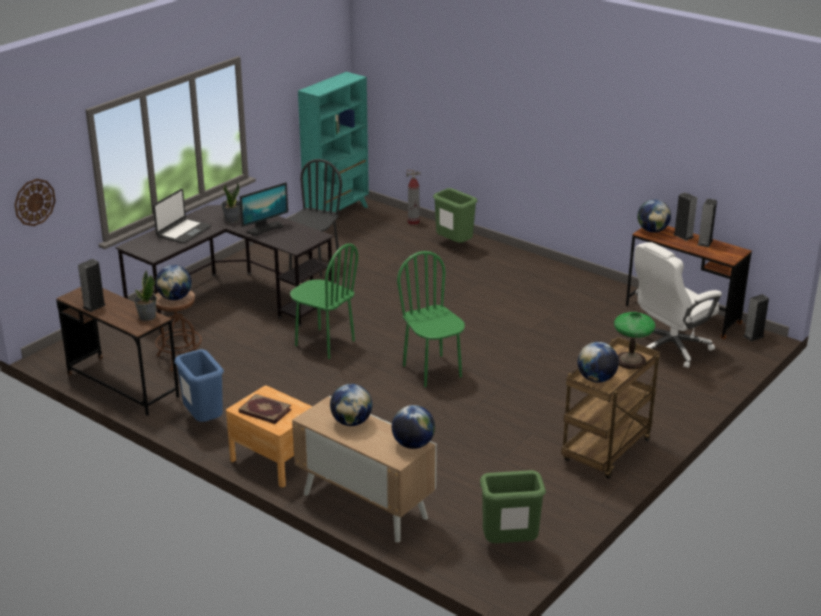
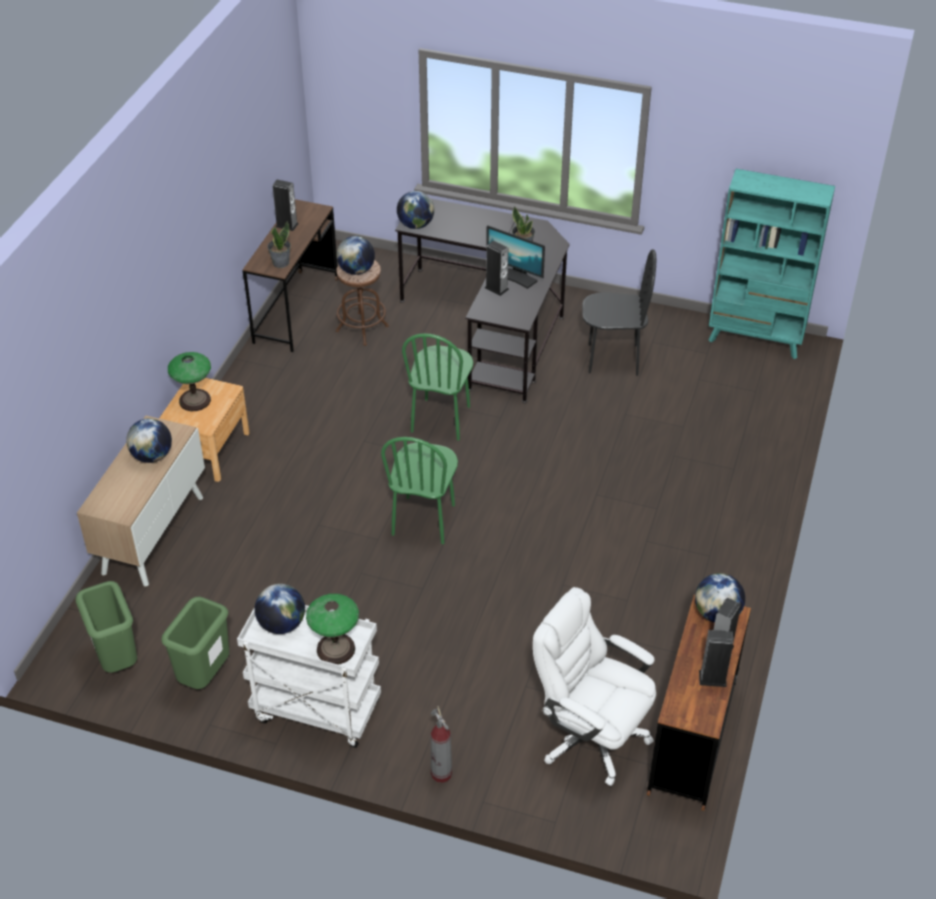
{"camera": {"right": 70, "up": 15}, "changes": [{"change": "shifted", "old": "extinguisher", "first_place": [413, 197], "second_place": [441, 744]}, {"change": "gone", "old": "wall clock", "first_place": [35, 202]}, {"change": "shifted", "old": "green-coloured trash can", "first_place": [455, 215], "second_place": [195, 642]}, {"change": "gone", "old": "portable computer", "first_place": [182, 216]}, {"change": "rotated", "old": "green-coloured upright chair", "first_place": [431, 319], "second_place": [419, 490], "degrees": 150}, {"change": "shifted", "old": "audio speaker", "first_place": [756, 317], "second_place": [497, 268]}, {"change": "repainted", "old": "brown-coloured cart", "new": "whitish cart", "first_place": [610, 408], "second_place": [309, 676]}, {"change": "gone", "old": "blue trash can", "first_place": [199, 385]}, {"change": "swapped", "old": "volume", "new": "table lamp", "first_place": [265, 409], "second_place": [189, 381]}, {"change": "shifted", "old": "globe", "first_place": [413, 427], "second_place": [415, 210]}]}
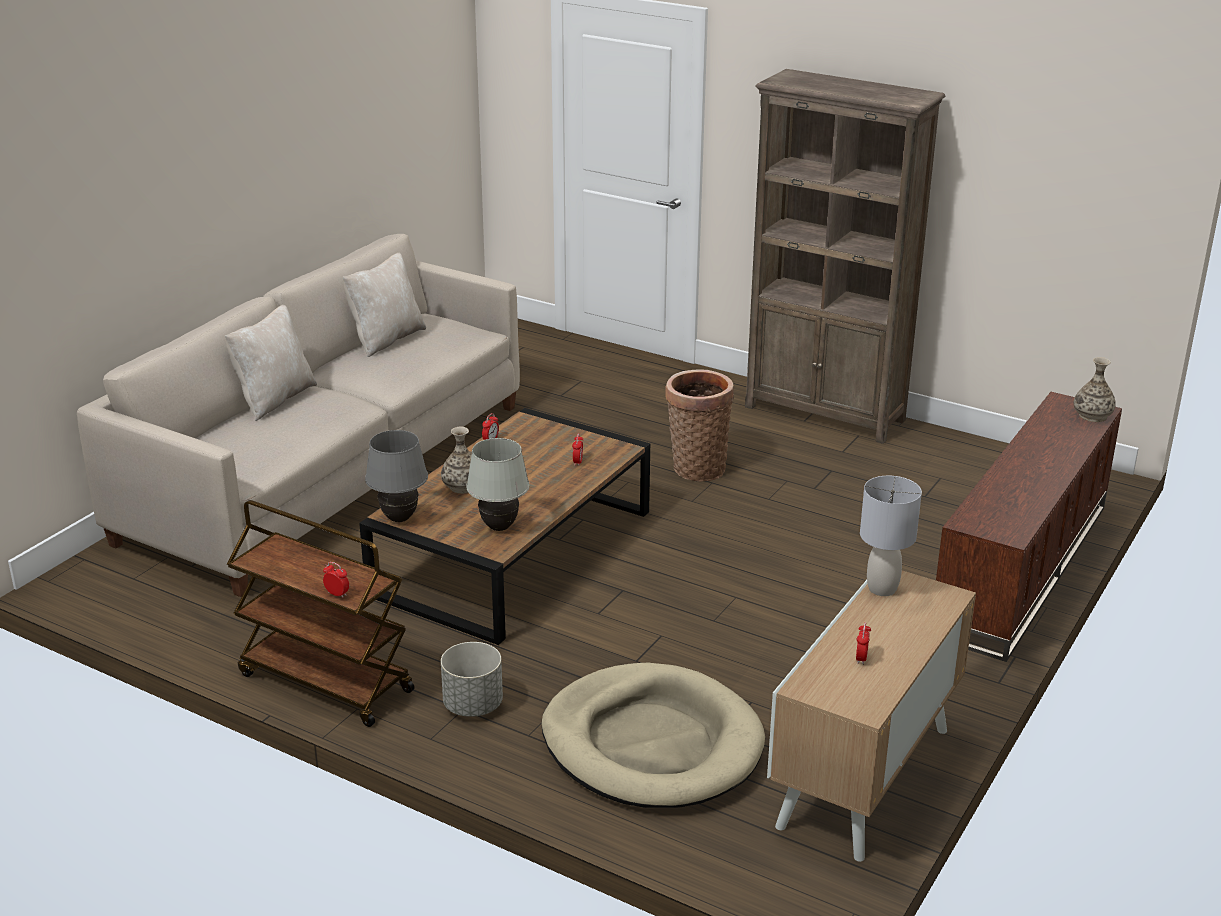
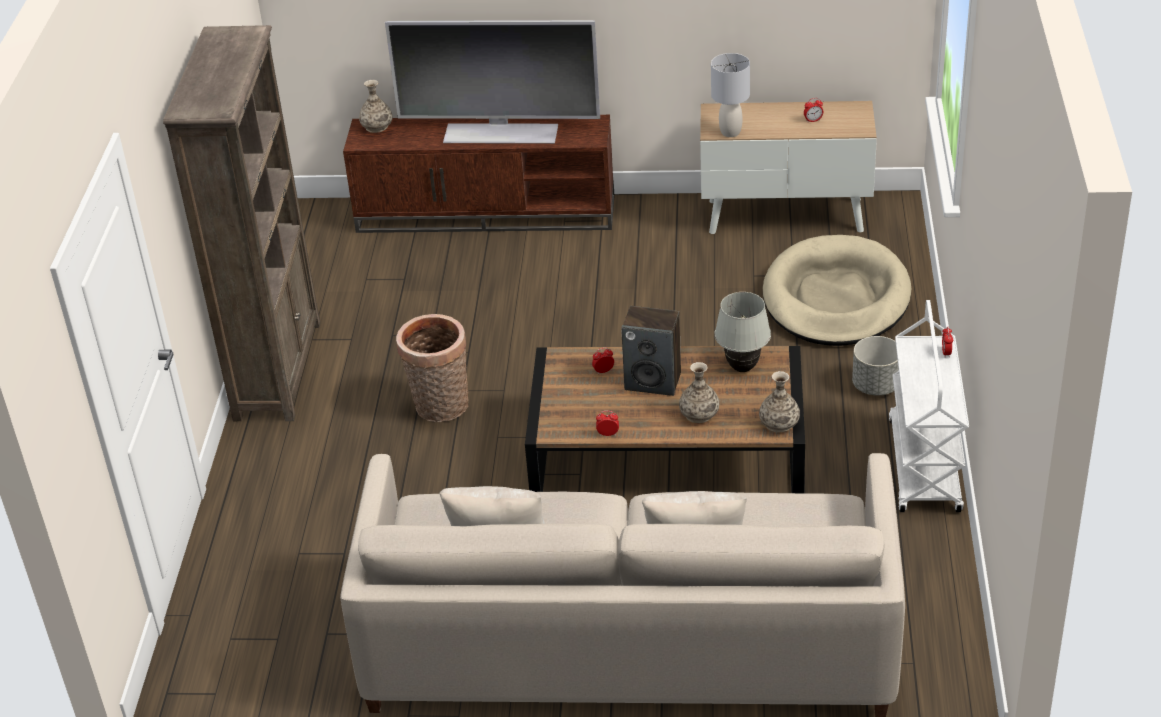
{"camera": {"right": -115, "up": 10}, "changes": [{"change": "swapped", "old": "greyish table lamp", "new": "flower vase", "first_place": [396, 476], "second_place": [779, 402]}, {"change": "repainted", "old": "brown-coloured cart", "new": "whitish cart", "first_place": [321, 613], "second_place": [929, 406]}, {"change": "new", "new": "TV", "second_place": [492, 82]}, {"change": "new", "new": "audio speaker", "second_place": [651, 351]}]}
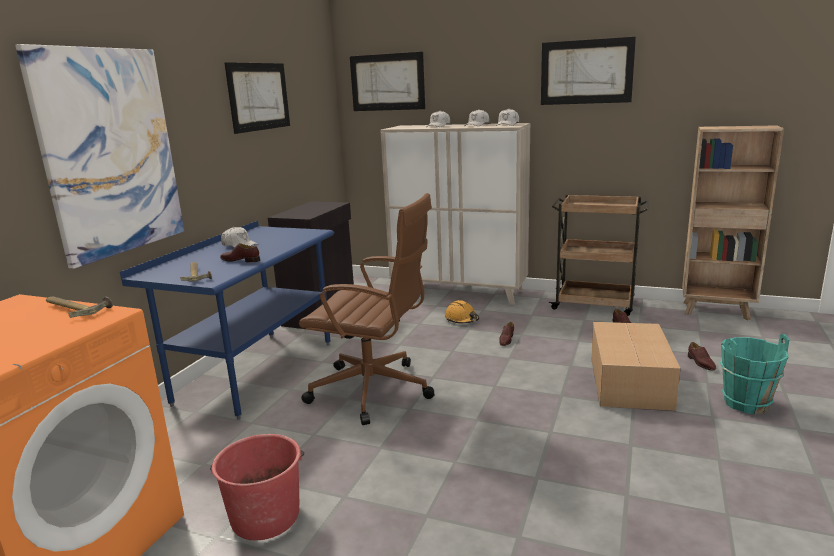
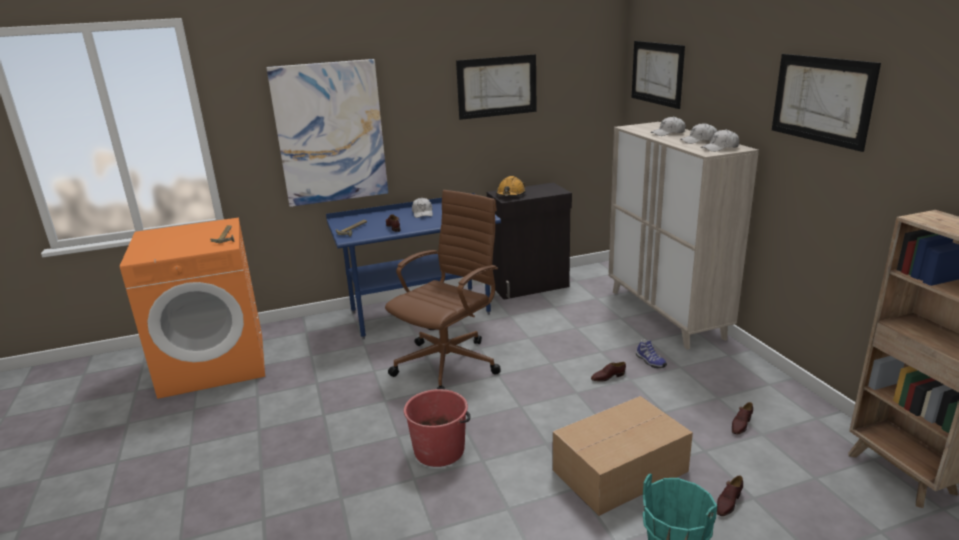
{"camera": {"right": 50, "up": 5}, "changes": [{"change": "rotated", "old": "brown-coloured computer chair", "first_place": [366, 309], "second_place": [443, 290], "degrees": -120}, {"change": "gone", "old": "brown-coloured cart", "first_place": [599, 255]}, {"change": "shifted", "old": "orangey work helmet", "first_place": [462, 312], "second_place": [511, 186]}, {"change": "shifted", "old": "red-coloured pail", "first_place": [257, 487], "second_place": [437, 428]}, {"change": "new", "new": "item of footwear", "second_place": [651, 353]}]}
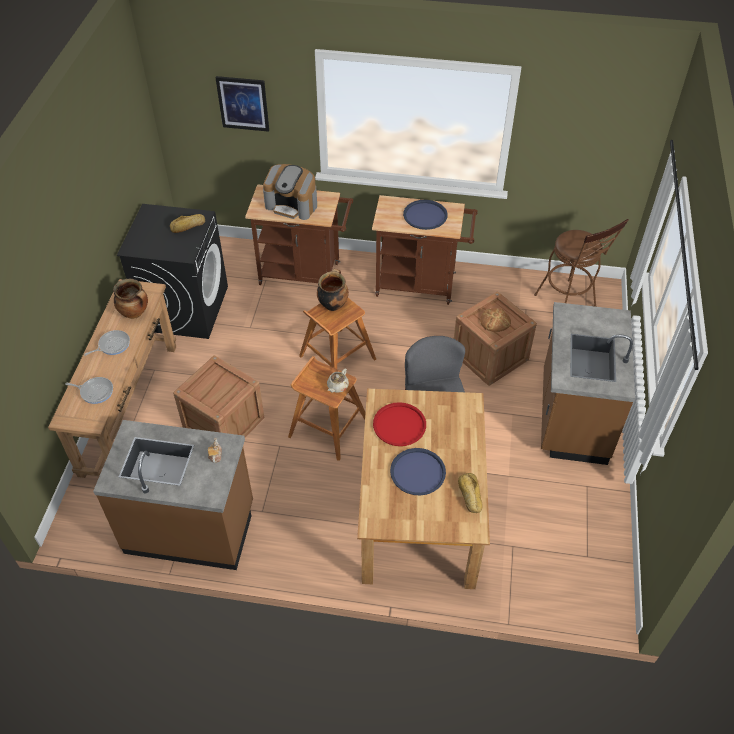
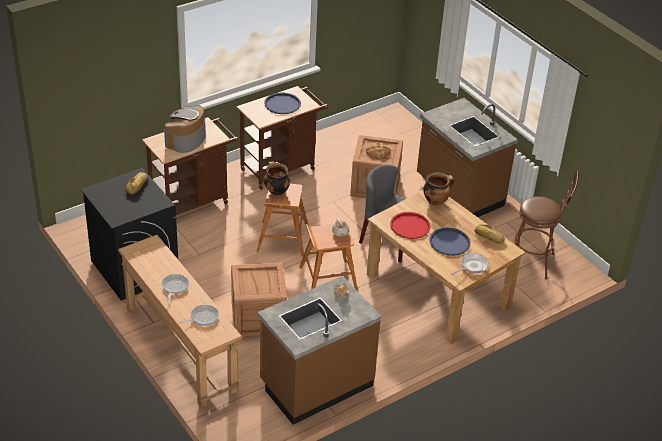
{"camera": {"right": -45, "up": -10}, "changes": [{"change": "gone", "old": "wall art", "first_place": [242, 104]}, {"change": "rotated", "old": "coffee brewer", "first_place": [290, 192], "second_place": [185, 129], "degrees": 135}, {"change": "shifted", "old": "brown-coloured stool seat", "first_place": [581, 263], "second_place": [547, 225]}, {"change": "shifted", "old": "stockpot", "first_place": [130, 299], "second_place": [438, 189]}, {"change": "new", "new": "skillet", "second_place": [470, 264]}]}
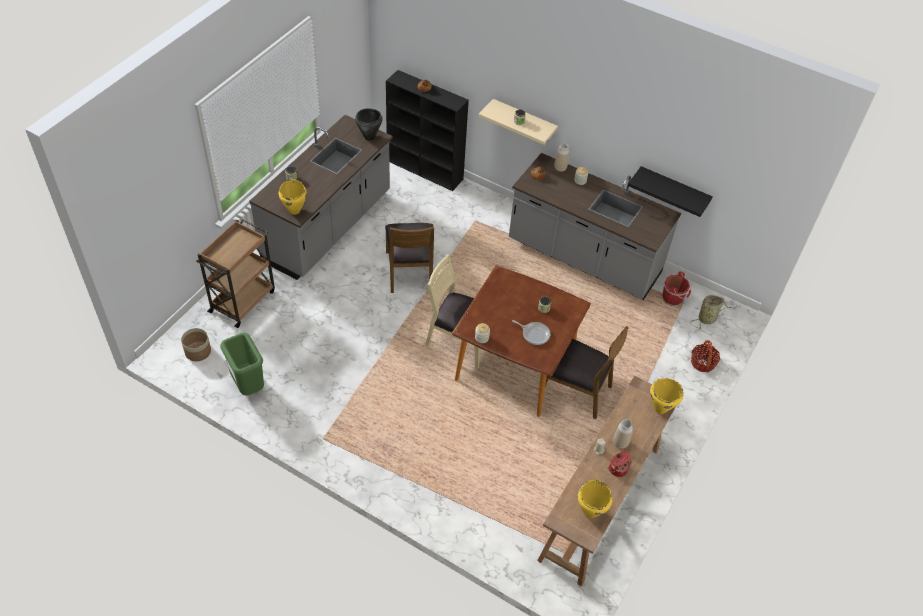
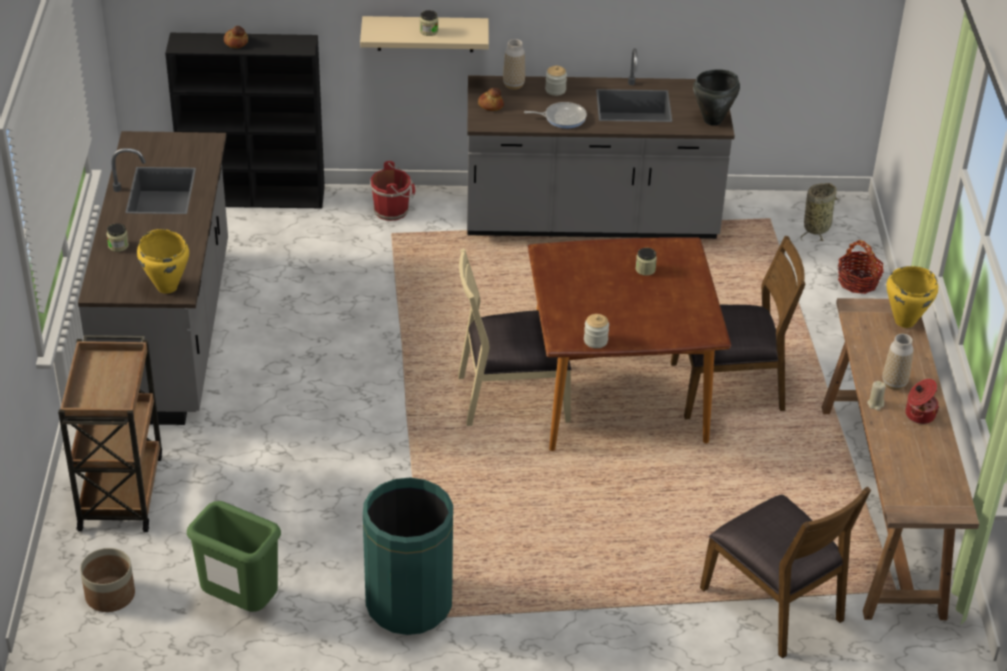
{"camera": {"right": -30, "up": -10}, "changes": [{"change": "shifted", "old": "black-coloured stockpot", "first_place": [369, 124], "second_place": [716, 97]}, {"change": "gone", "old": "black-coloured shelf", "first_place": [670, 191]}, {"change": "shifted", "old": "brown-coloured upright chair", "first_place": [409, 258], "second_place": [785, 572]}, {"change": "shifted", "old": "red-coloured pail", "first_place": [676, 288], "second_place": [392, 191]}, {"change": "shifted", "old": "skillet", "first_place": [531, 332], "second_place": [555, 115]}, {"change": "gone", "old": "yellowish stockpot", "first_place": [595, 499]}, {"change": "new", "new": "green-coloured trash can", "second_place": [408, 556]}]}
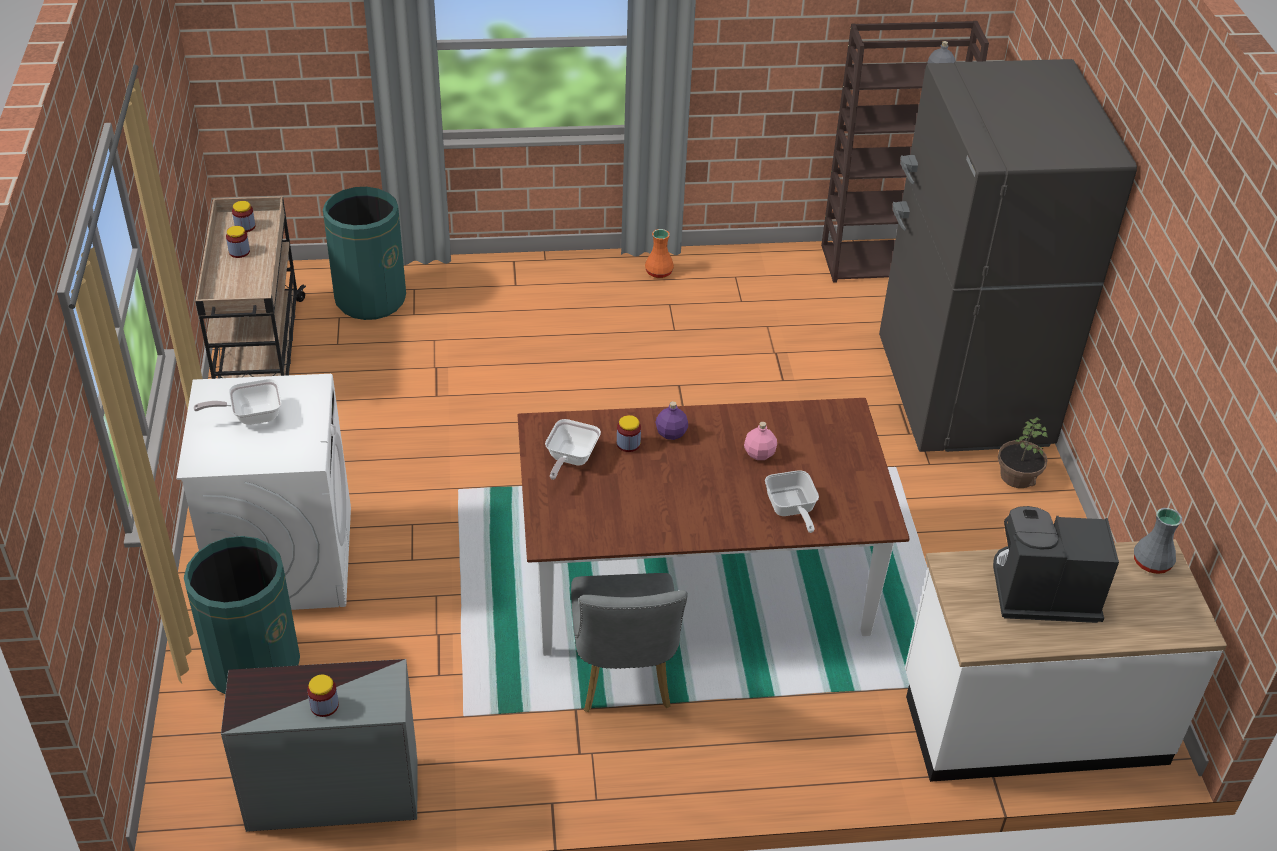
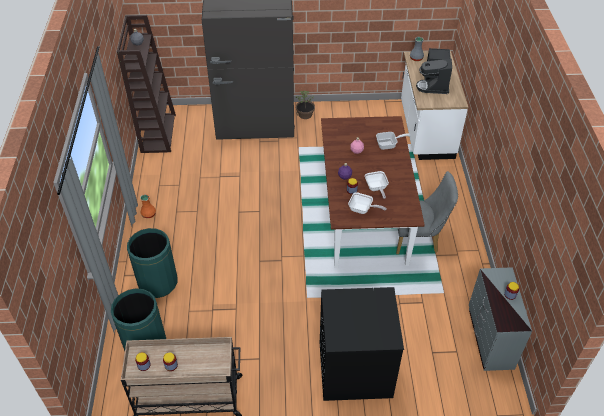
{"camera": {"right": -85, "up": 5}, "changes": [{"change": "repainted", "old": "whitish washing machine", "new": "black-coloured washing machine", "first_place": [263, 492], "second_place": [362, 344]}, {"change": "shifted", "old": "skillet", "first_place": [237, 402], "second_place": [377, 185]}, {"change": "shifted", "old": "green-coloured trash can", "first_place": [242, 615], "second_place": [152, 263]}]}
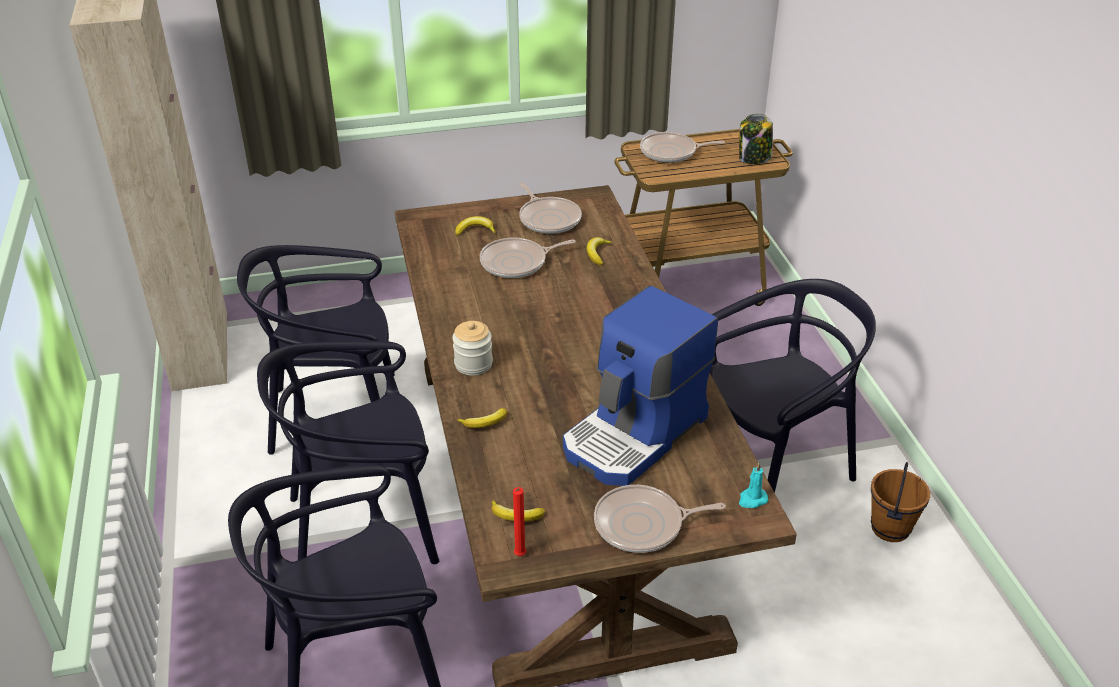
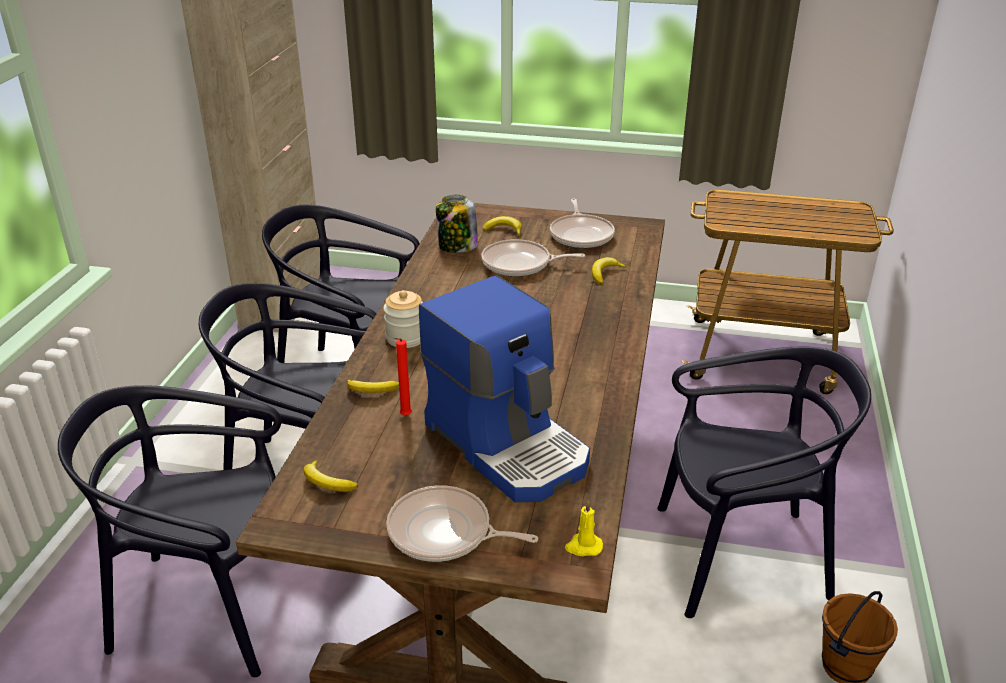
{"camera": {"right": 25, "up": -5}, "changes": [{"change": "shifted", "old": "jar", "first_place": [756, 139], "second_place": [457, 224]}, {"change": "gone", "old": "skillet", "first_place": [682, 147]}, {"change": "rotated", "old": "coffee brewer", "first_place": [640, 385], "second_place": [504, 388], "degrees": -105}, {"change": "repainted", "old": "turquoise-coloured candle", "new": "yellowish candle", "first_place": [753, 485], "second_place": [584, 528]}, {"change": "shifted", "old": "red-coloured candle", "first_place": [519, 521], "second_place": [402, 377]}]}
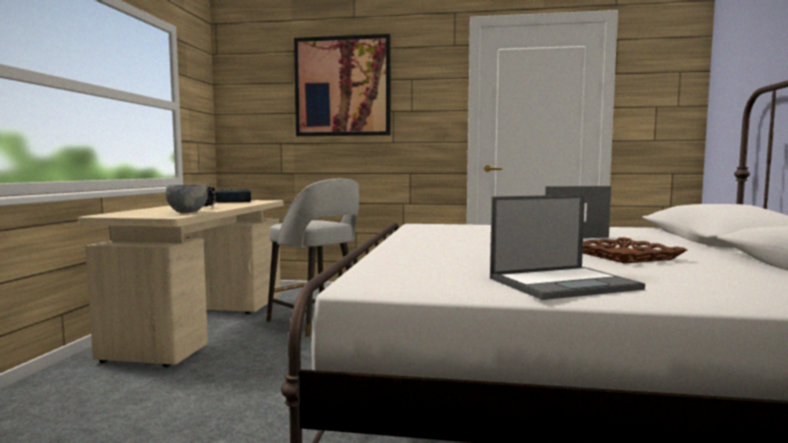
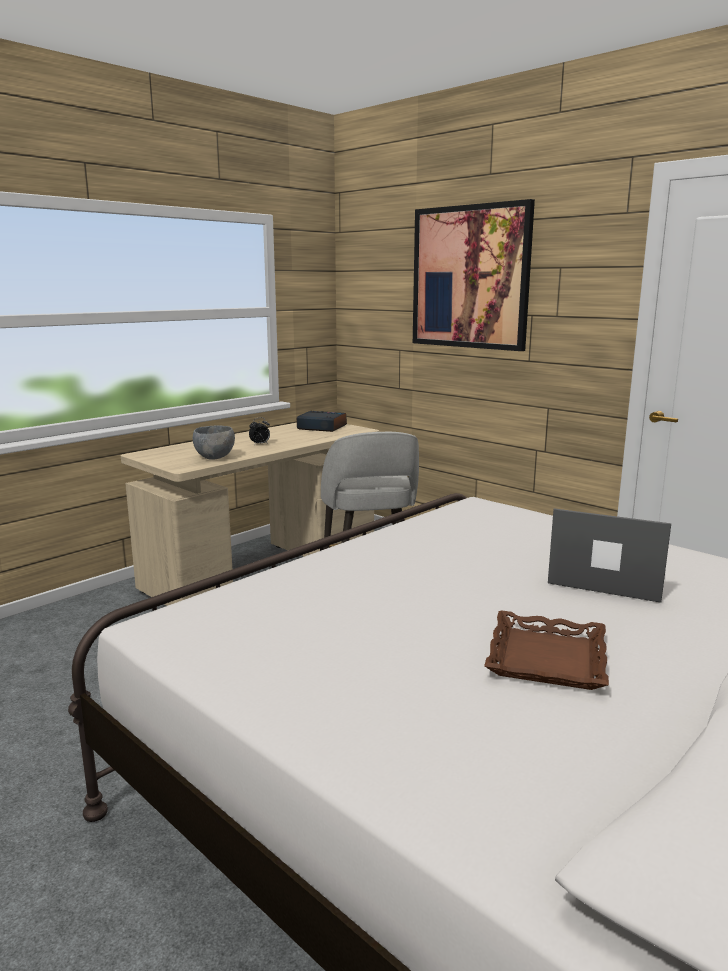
{"camera": {"right": 35, "up": 10}, "changes": [{"change": "gone", "old": "portable computer", "first_place": [567, 247]}]}
